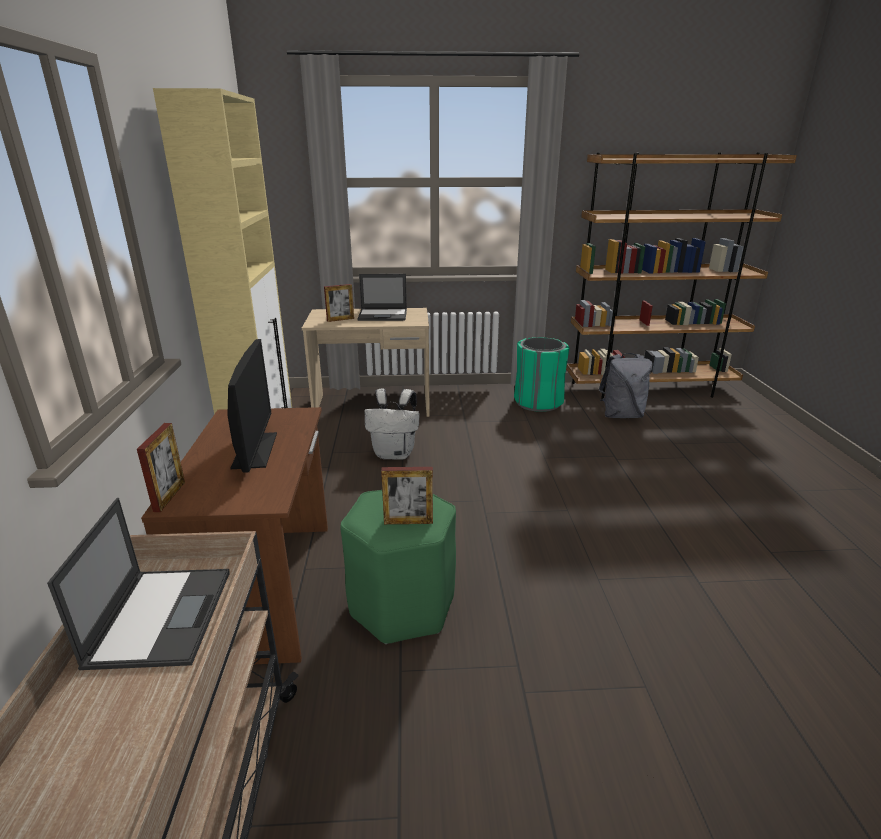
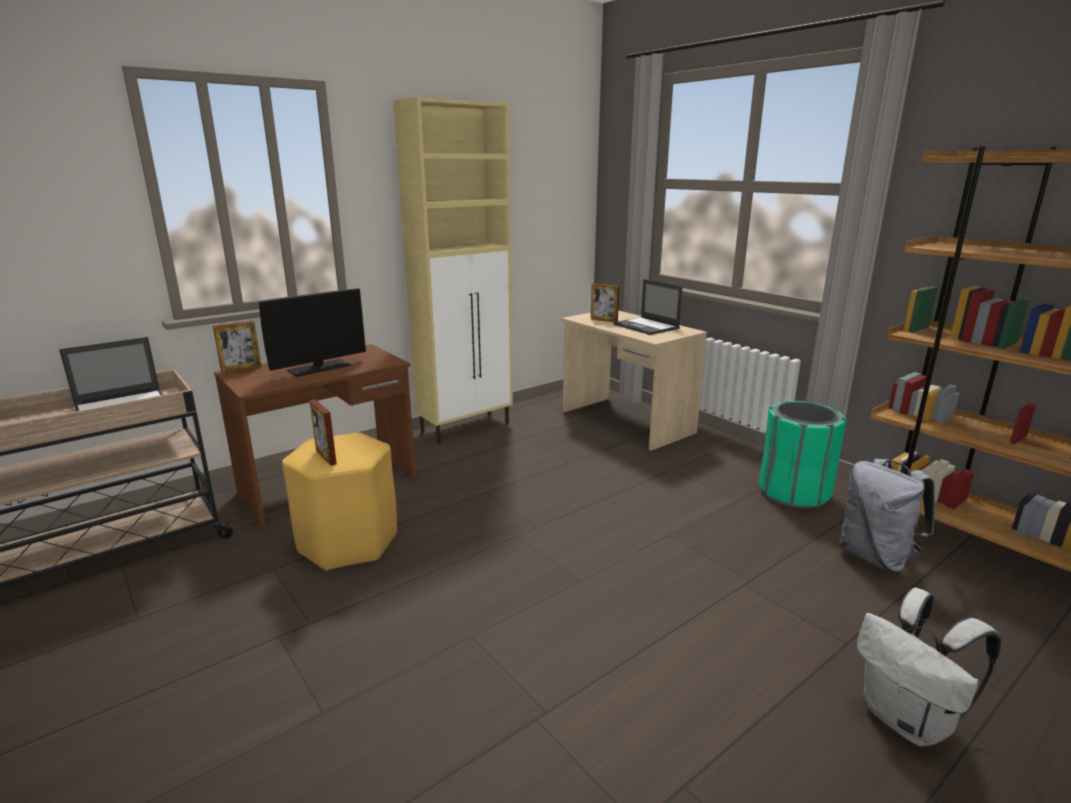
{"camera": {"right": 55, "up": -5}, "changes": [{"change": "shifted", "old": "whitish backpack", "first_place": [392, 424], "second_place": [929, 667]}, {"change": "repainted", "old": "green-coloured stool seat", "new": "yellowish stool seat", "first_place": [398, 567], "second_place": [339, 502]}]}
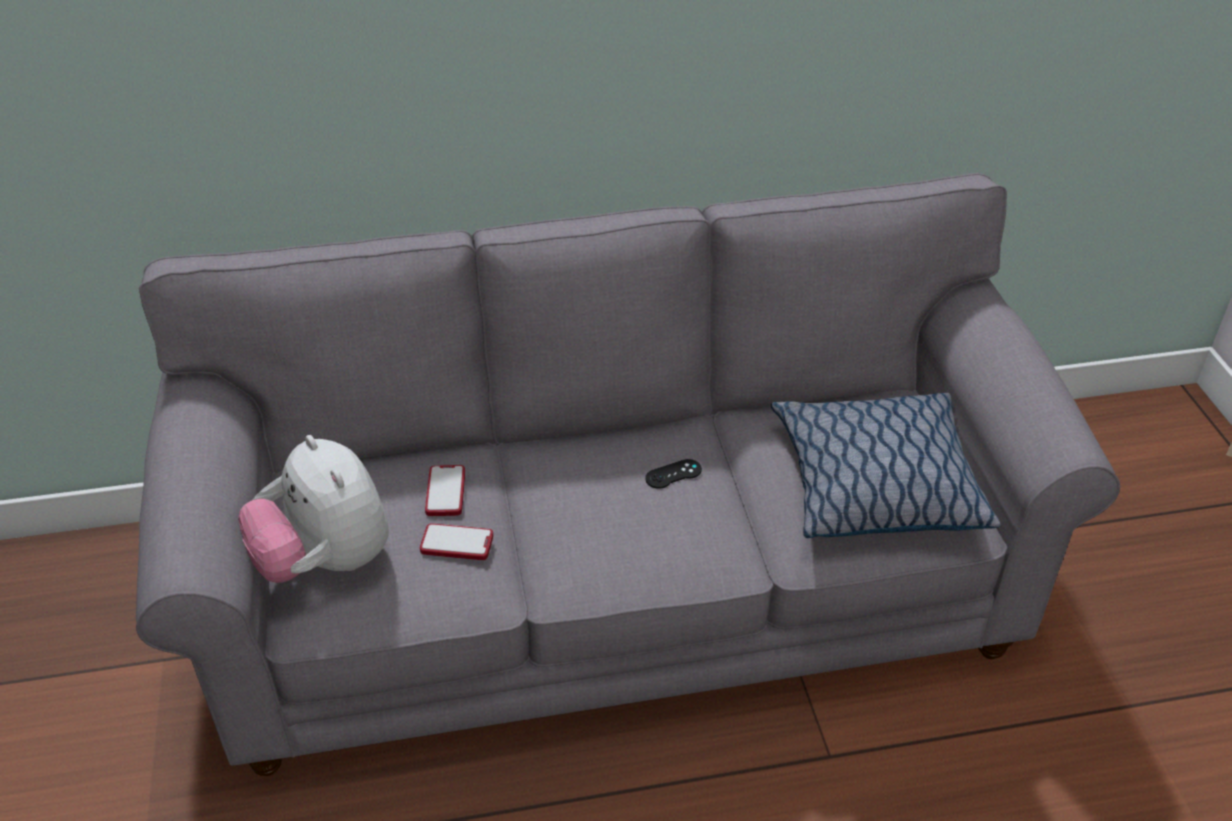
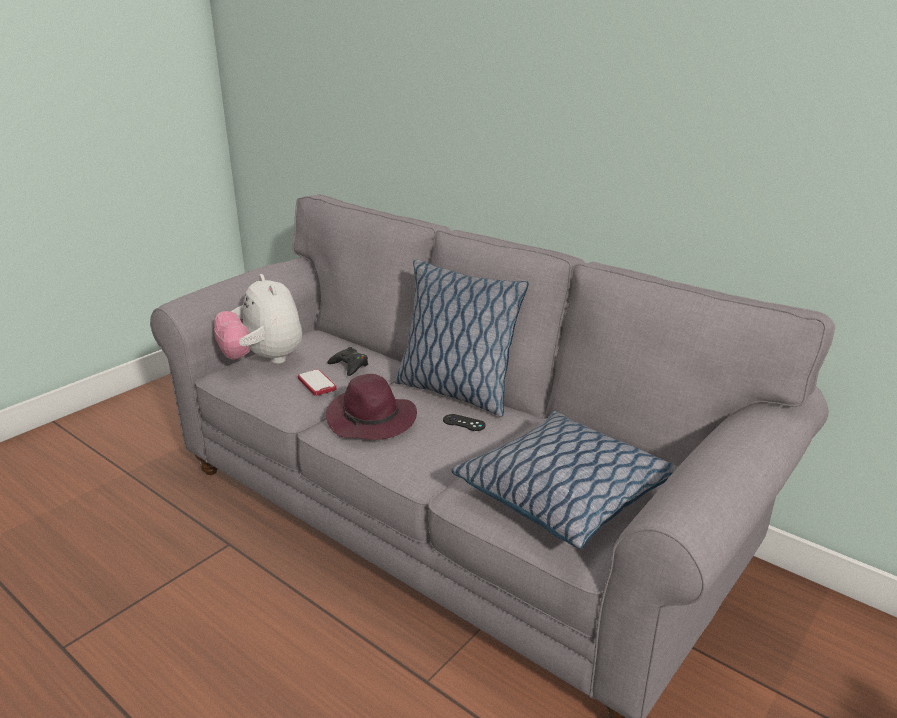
{"camera": {"right": 50, "up": -15}, "changes": [{"change": "rotated", "old": "plush toy", "first_place": [313, 509], "second_place": [258, 319], "degrees": -45}, {"change": "swapped", "old": "telephone", "new": "black-coloured game controller", "first_place": [445, 490], "second_place": [347, 361]}, {"change": "new", "new": "cushion", "second_place": [461, 338]}, {"change": "new", "new": "purple-coloured hat", "second_place": [371, 407]}]}
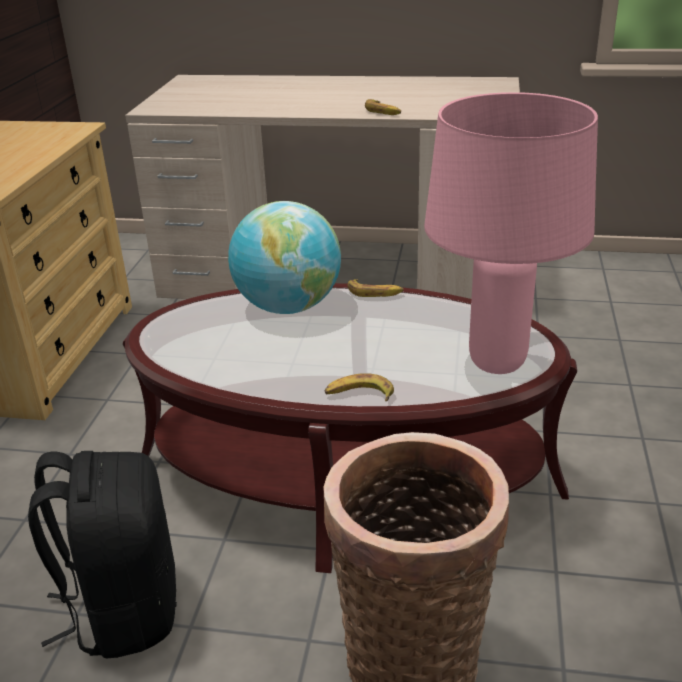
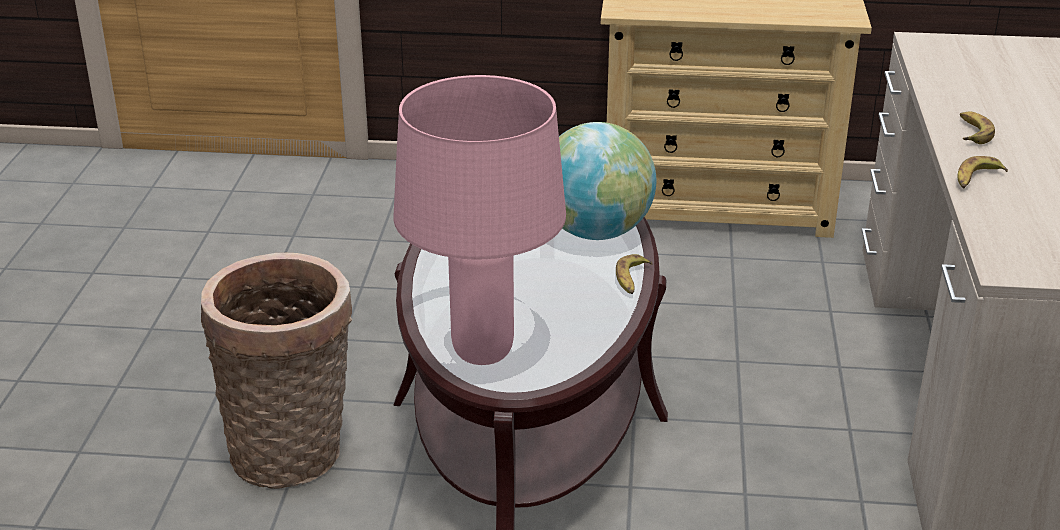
{"camera": {"right": 85, "up": 0}, "changes": [{"change": "shifted", "old": "banana", "first_place": [359, 387], "second_place": [977, 127]}, {"change": "gone", "old": "black-coloured backpack", "first_place": [102, 554]}]}
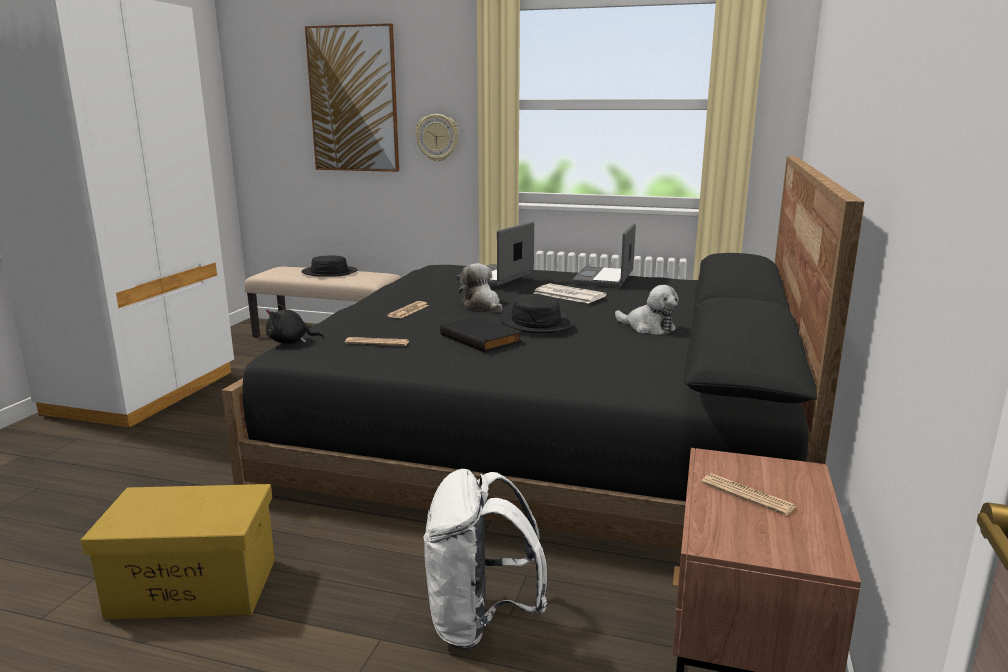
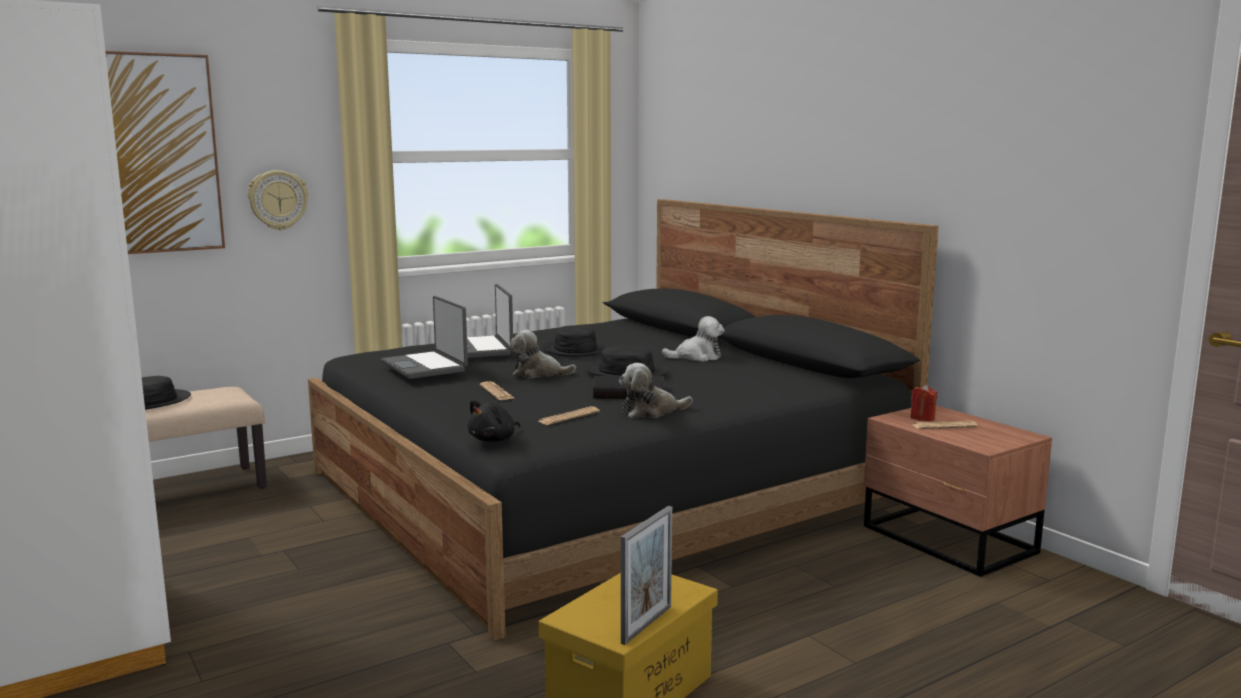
{"camera": {"right": -50, "up": -5}, "changes": [{"change": "shifted", "old": "portable computer", "first_place": [604, 255], "second_place": [424, 337]}, {"change": "swapped", "old": "printed paper", "new": "black-coloured hat", "first_place": [570, 293], "second_place": [575, 341]}, {"change": "gone", "old": "whitish backpack", "first_place": [485, 559]}, {"change": "new", "new": "plush toy", "second_place": [656, 390]}, {"change": "new", "new": "red-coloured candle", "second_place": [924, 402]}, {"change": "new", "new": "photo frame", "second_place": [646, 575]}]}
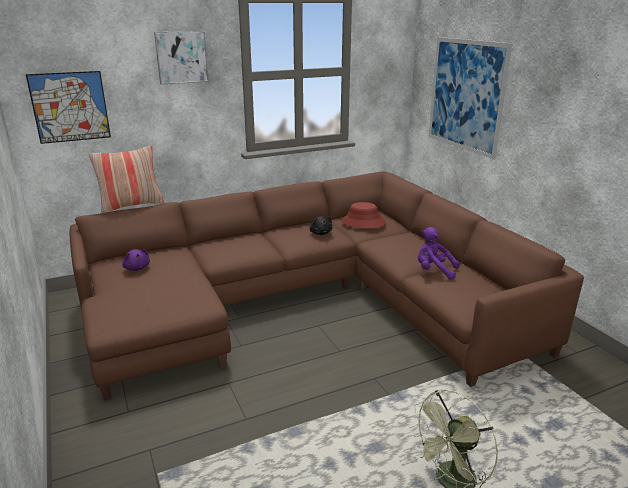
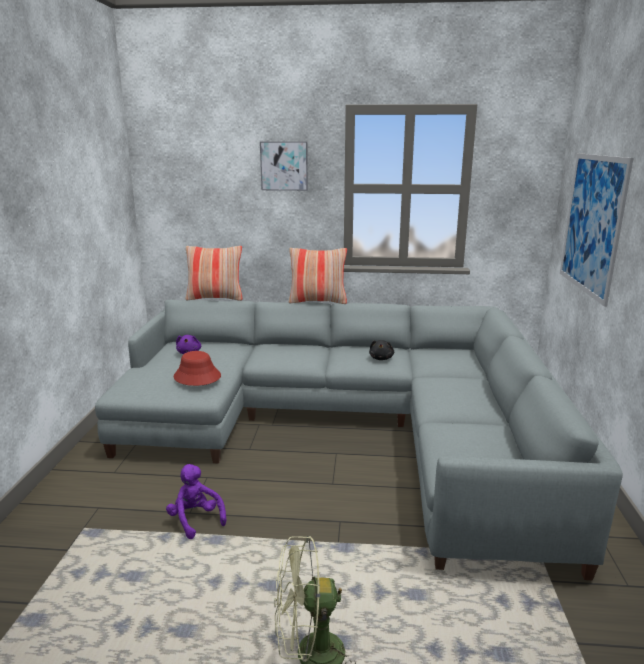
{"camera": {"right": 30, "up": -5}, "changes": [{"change": "gone", "old": "wall art", "first_place": [68, 107]}, {"change": "repainted", "old": "brown-coloured couch", "new": "greyish couch", "first_place": [326, 286], "second_place": [359, 440]}, {"change": "shifted", "old": "red-coloured hat", "first_place": [364, 215], "second_place": [197, 368]}, {"change": "shifted", "old": "purple-coloured plush toy", "first_place": [439, 253], "second_place": [196, 501]}, {"change": "new", "new": "cushion", "second_place": [318, 276]}]}
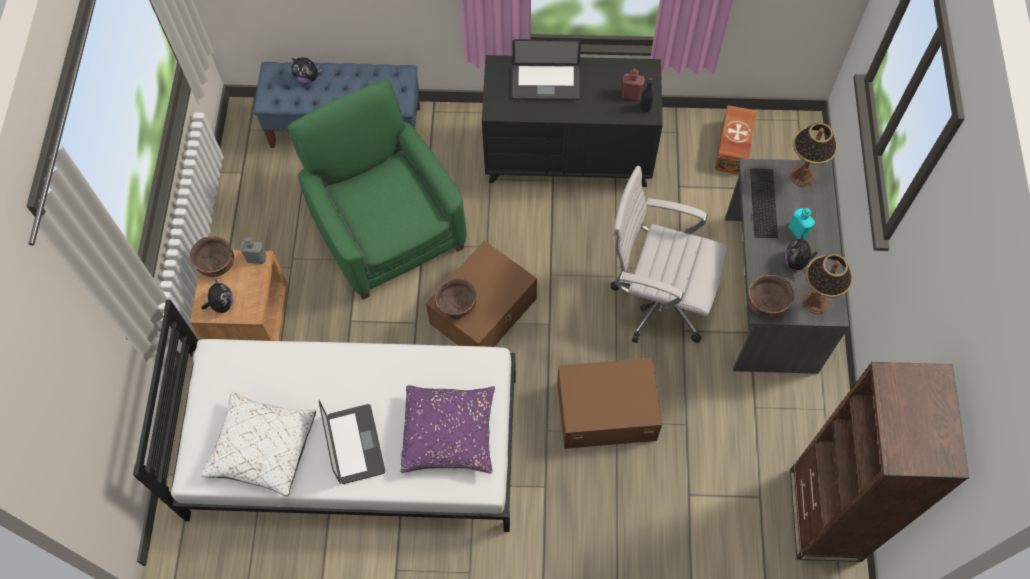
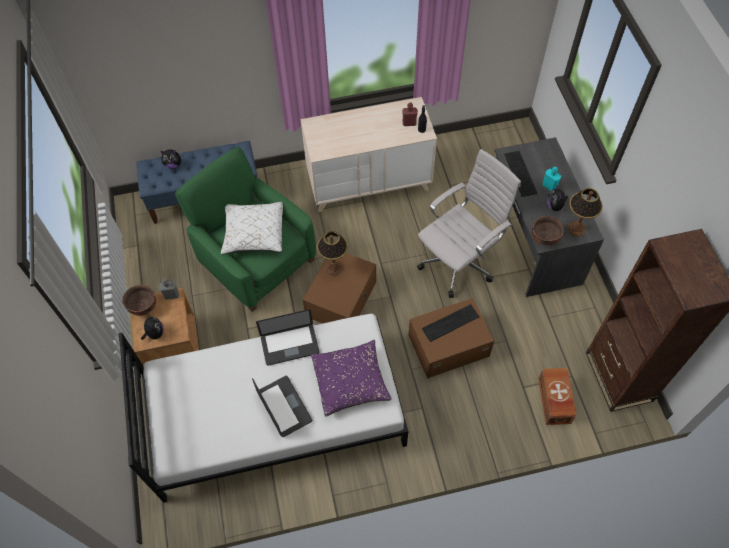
{"camera": {"right": -15, "up": -5}, "changes": [{"change": "shifted", "old": "portable computer", "first_place": [546, 69], "second_place": [287, 337]}, {"change": "repainted", "old": "black-coloured dresser", "new": "beige-coloured dresser", "first_place": [572, 121], "second_place": [368, 154]}, {"change": "shifted", "old": "brown-coloured storage box", "first_place": [736, 139], "second_place": [557, 396]}, {"change": "shifted", "old": "table lamp", "first_place": [814, 155], "second_place": [332, 253]}, {"change": "rotated", "old": "whitish computer chair", "first_place": [669, 254], "second_place": [469, 223], "degrees": 135}, {"change": "gone", "old": "brown-coloured deep dish", "first_place": [455, 298]}, {"change": "shifted", "old": "whitish cushion", "first_place": [258, 444], "second_place": [252, 228]}, {"change": "new", "new": "PC keyboard", "second_place": [450, 323]}]}
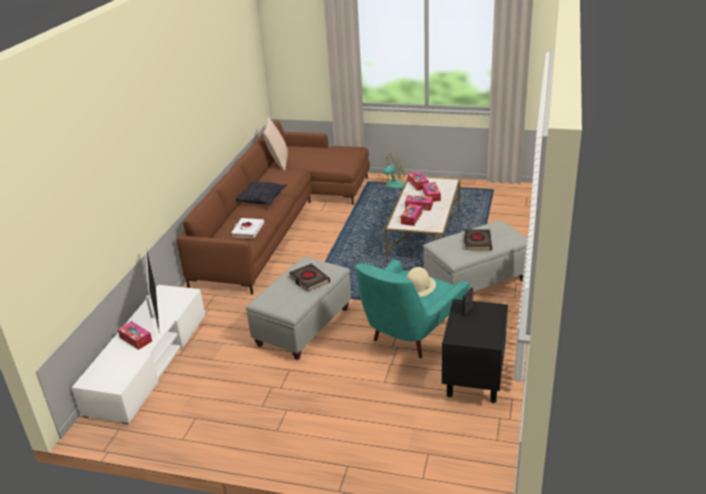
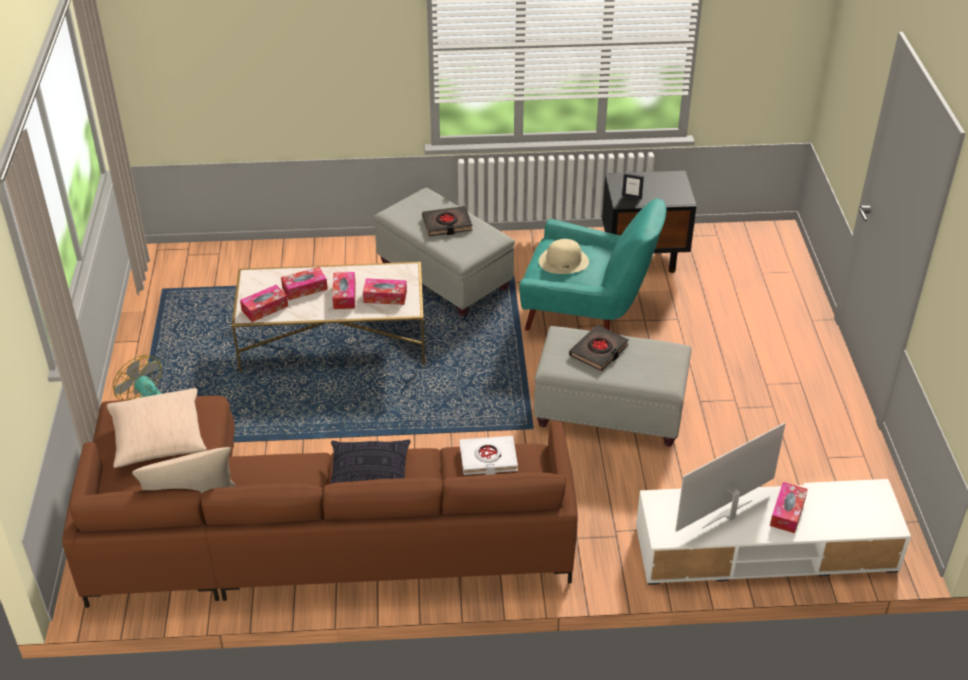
{"camera": {"right": -110, "up": 10}, "changes": [{"change": "new", "new": "beige-coloured cushion", "second_place": [156, 428]}]}
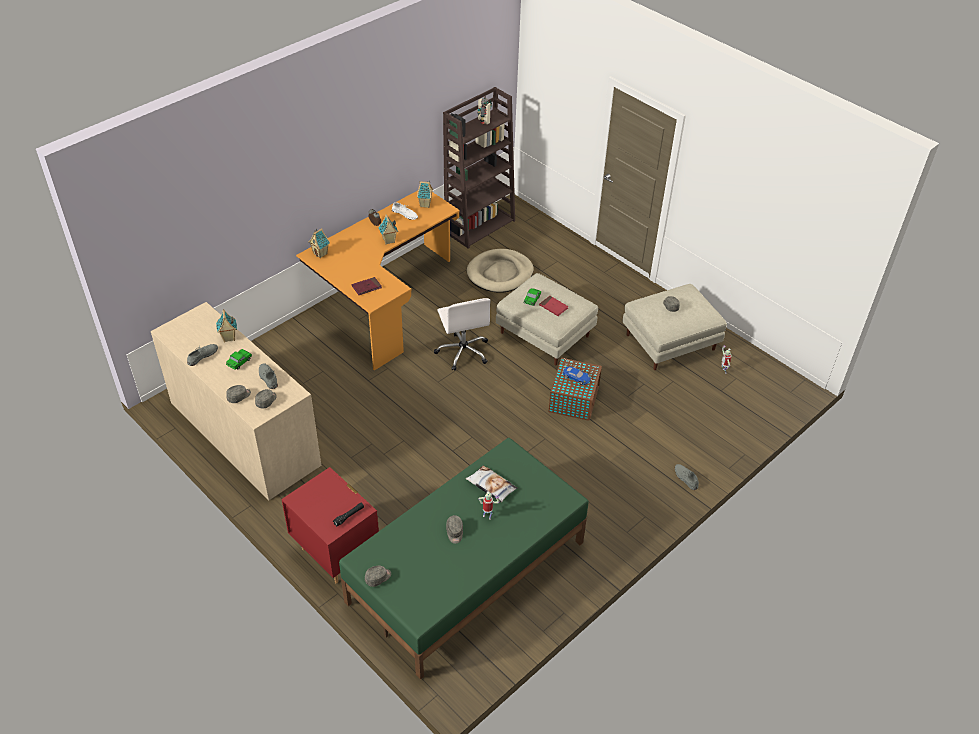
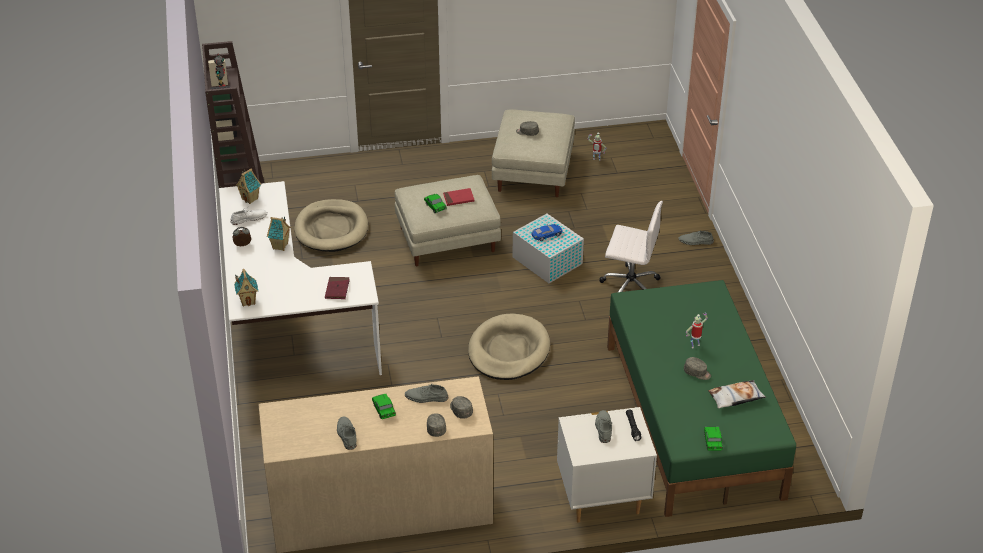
{"camera": {"right": -55, "up": -5}, "changes": [{"change": "repainted", "old": "orangey desk", "new": "whitish desk", "first_place": [378, 281], "second_place": [300, 278]}, {"change": "shifted", "old": "whitish computer chair", "first_place": [462, 334], "second_place": [631, 246]}, {"change": "gone", "old": "miniature house", "first_place": [226, 325]}, {"change": "repainted", "old": "brown-coloured storage box", "new": "whitish storage box", "first_place": [575, 389], "second_place": [548, 248]}, {"change": "shifted", "old": "cushion", "first_place": [491, 483], "second_place": [737, 394]}, {"change": "repainted", "old": "red-coloured night table", "new": "whitish night table", "first_place": [330, 525], "second_place": [607, 465]}, {"change": "swapped", "old": "greyish cap", "new": "toy car", "first_place": [378, 576], "second_place": [713, 439]}, {"change": "new", "new": "beige-coloured dog bed", "second_place": [509, 346]}, {"change": "new", "new": "greyish item of footwear", "second_place": [603, 426]}]}
